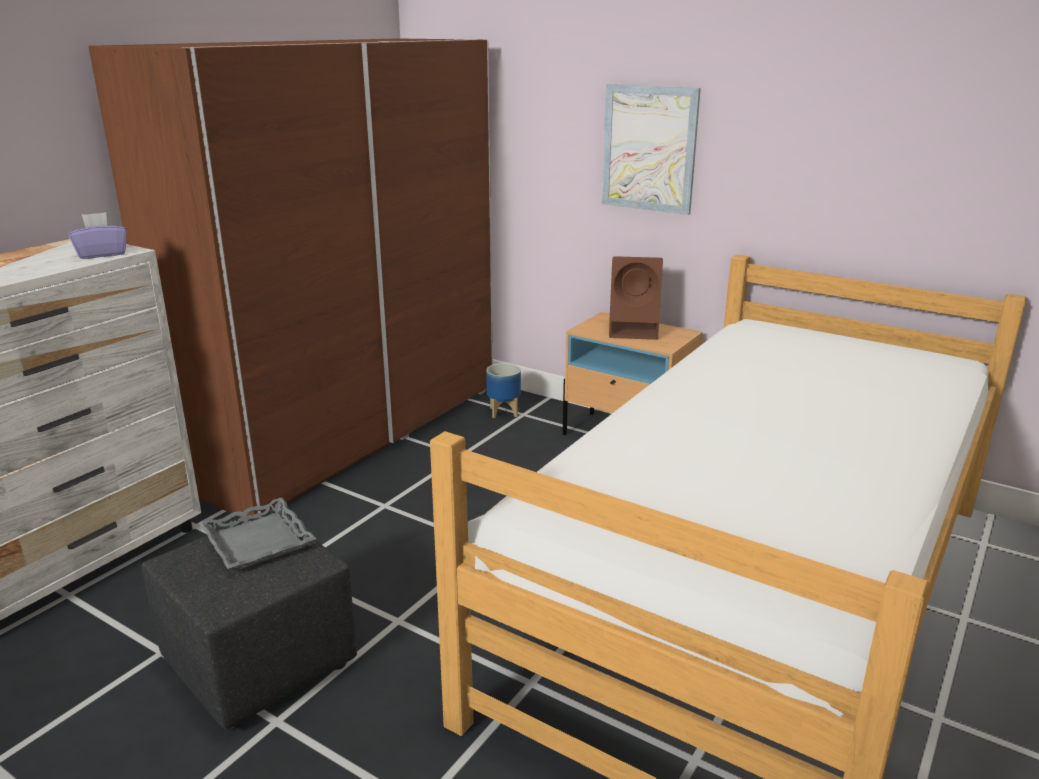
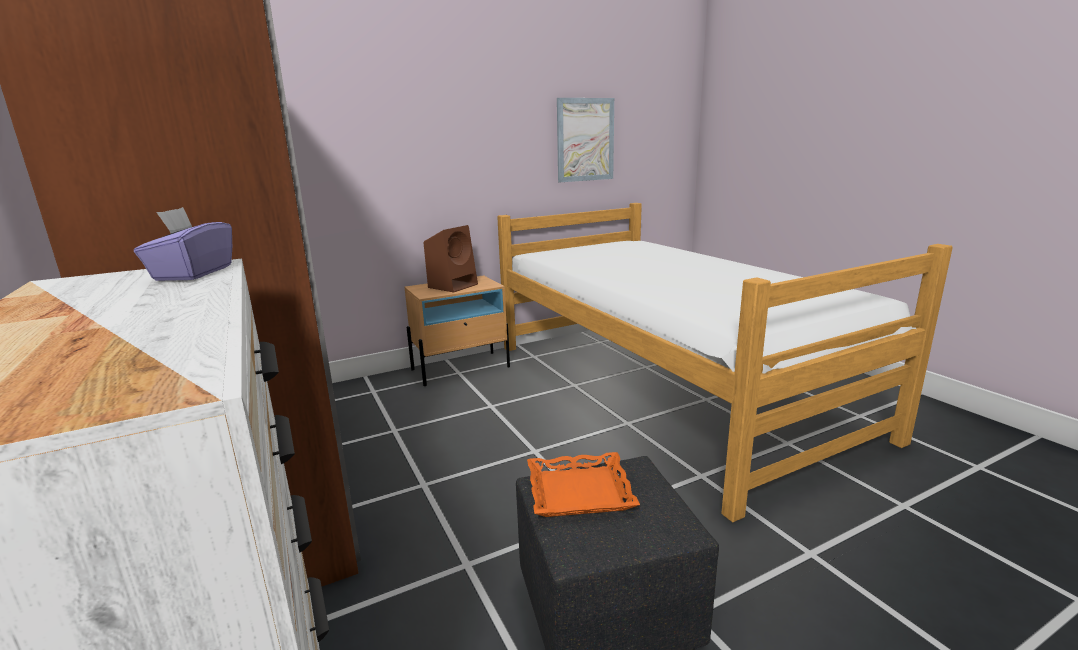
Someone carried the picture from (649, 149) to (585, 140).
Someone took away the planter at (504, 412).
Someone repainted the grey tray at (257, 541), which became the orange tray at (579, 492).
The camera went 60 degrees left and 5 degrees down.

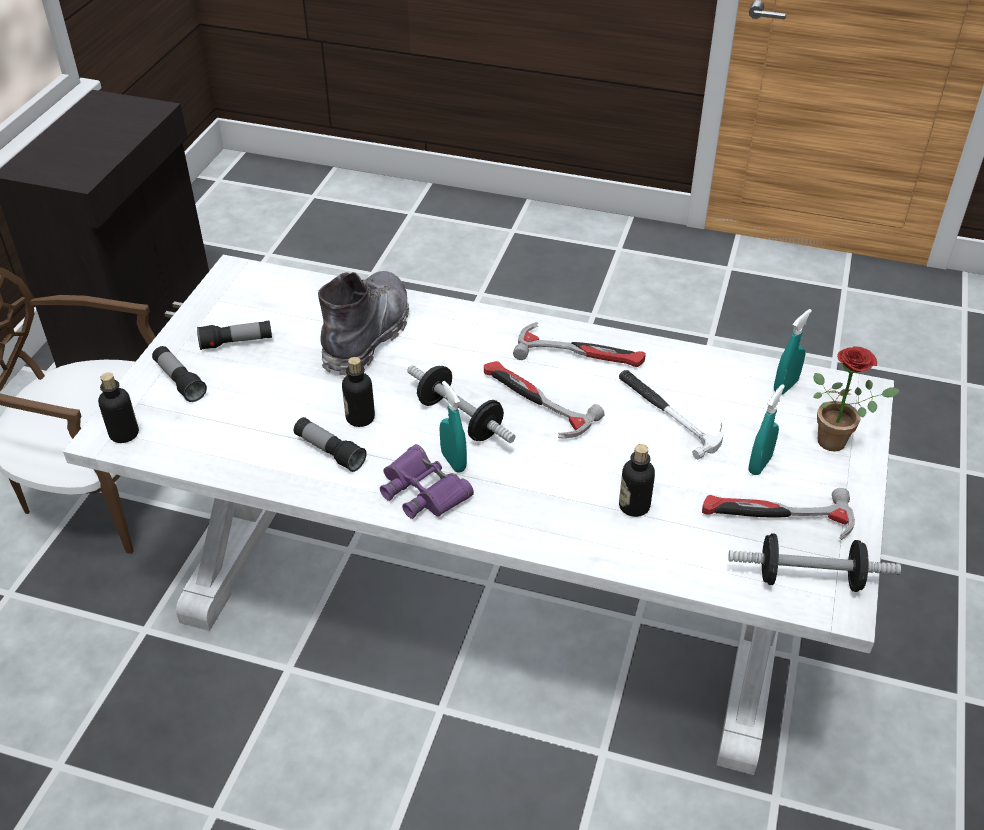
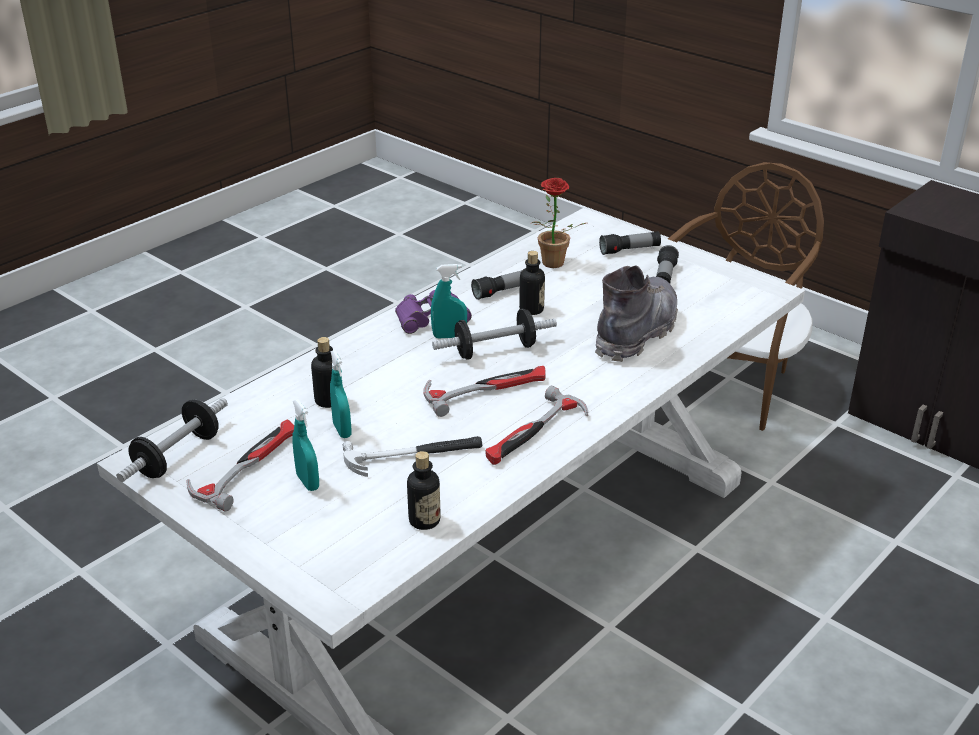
Someone rotated the grey boot at (367, 335) by 105 degrees counterclockwise.
Someone carried the turquoise spray bottle from (785, 386) to (342, 430).
Someone carried the potted plant from (837, 441) to (551, 265).
Someone carried the bottle from (124, 434) to (424, 520).
The camera went 115 degrees right and 10 degrees down.

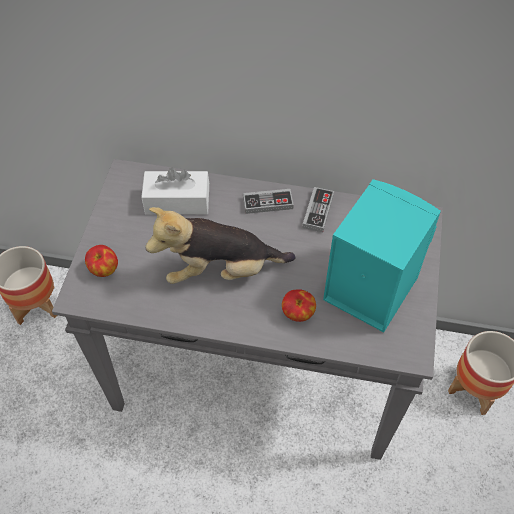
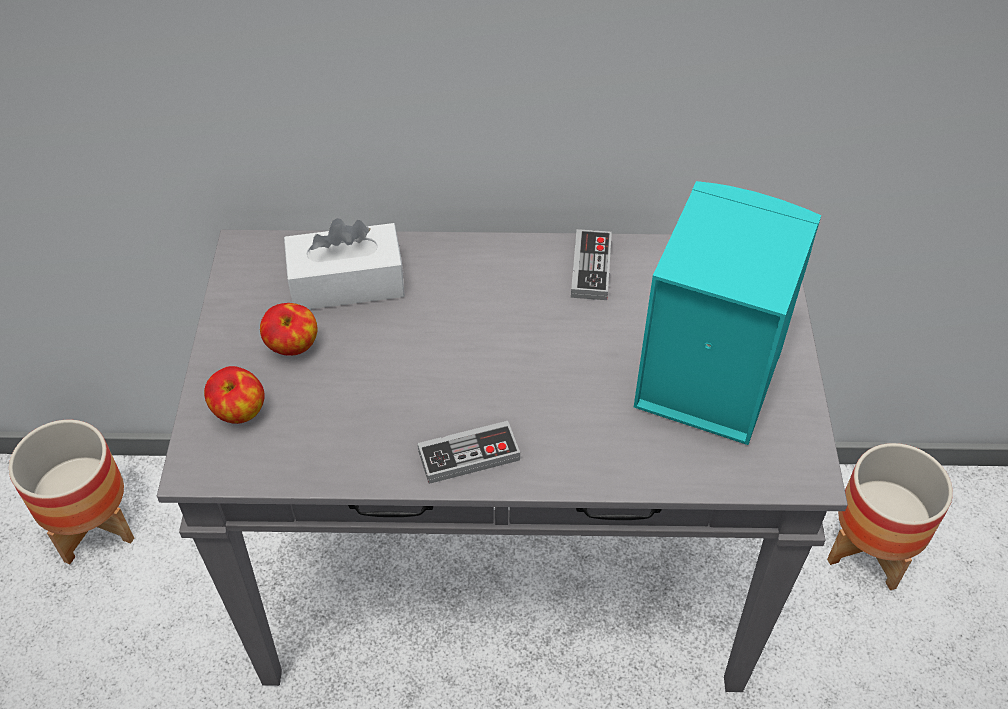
Someone carried the game controller from (268, 203) to (469, 455).
Someone took away the plush toy at (221, 270).
Someone carried the apple from (298, 314) to (292, 347).
The camera went 10 degrees left and 5 degrees down.

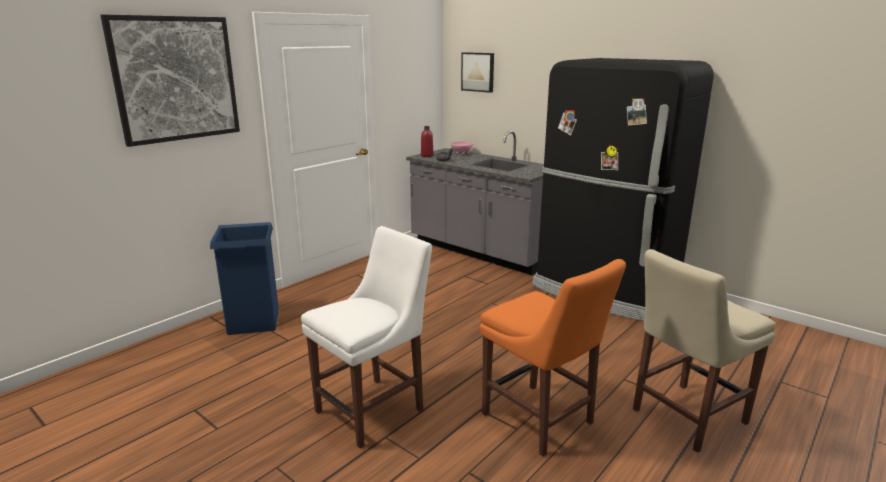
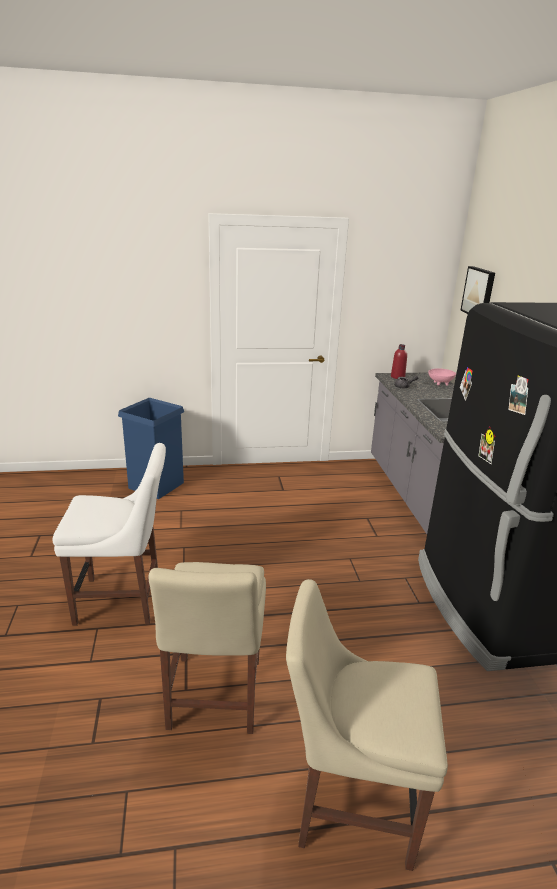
Someone took away the picture at (176, 79).
Someone repainted the orange chair at (541, 421), which became the beige chair at (213, 698).
The camera went 40 degrees right and 5 degrees up.

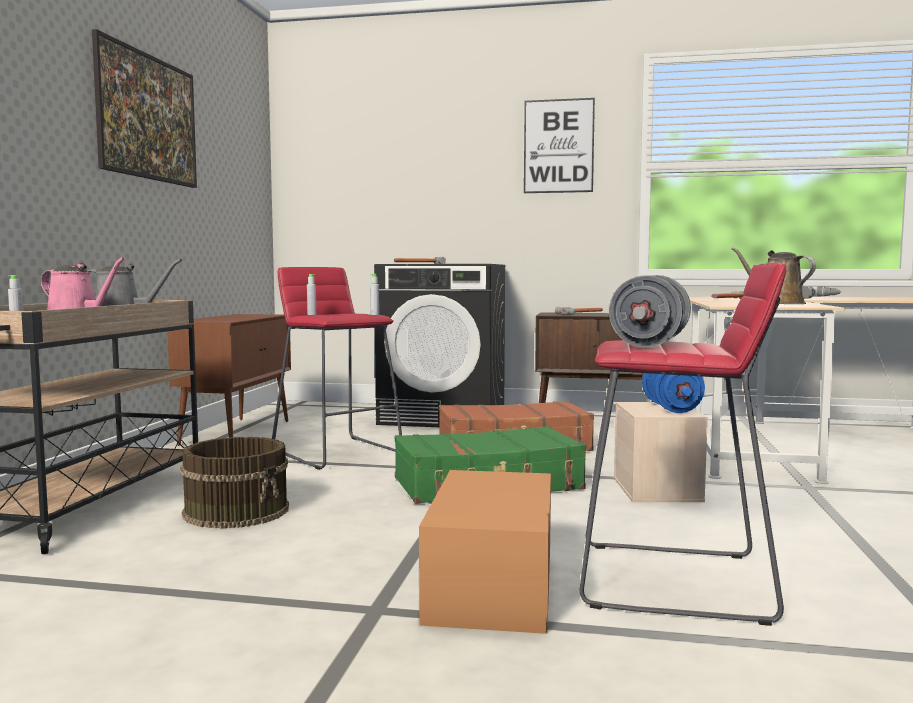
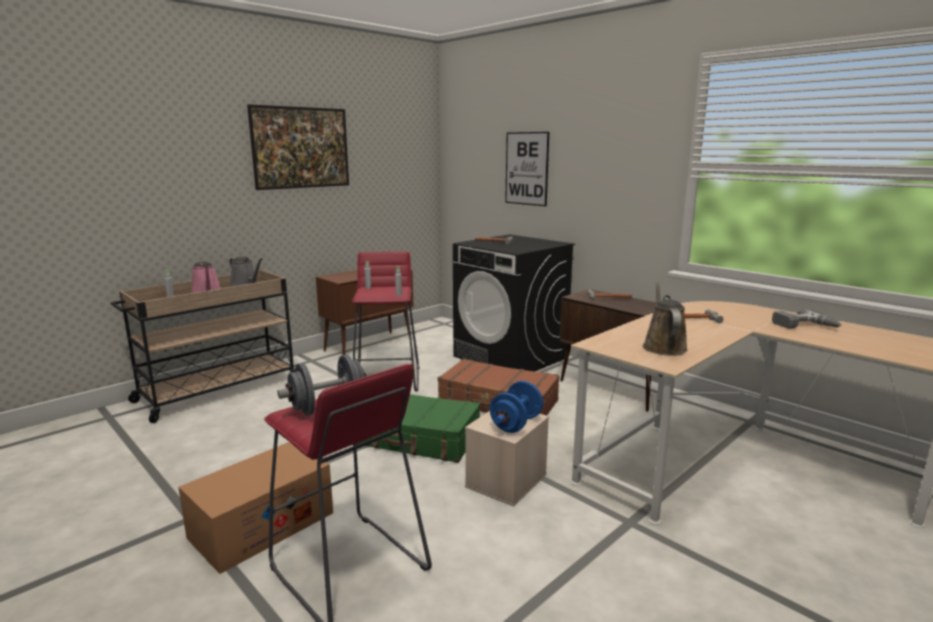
Someone carried the picture from (558, 146) to (526, 168).
Someone took away the brown bucket at (237, 510).
The camera went 35 degrees right and 10 degrees up.

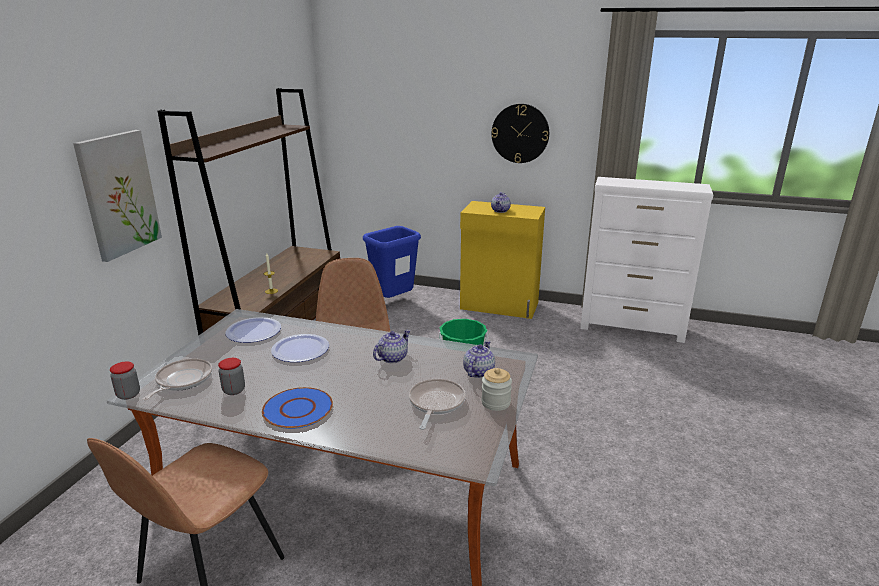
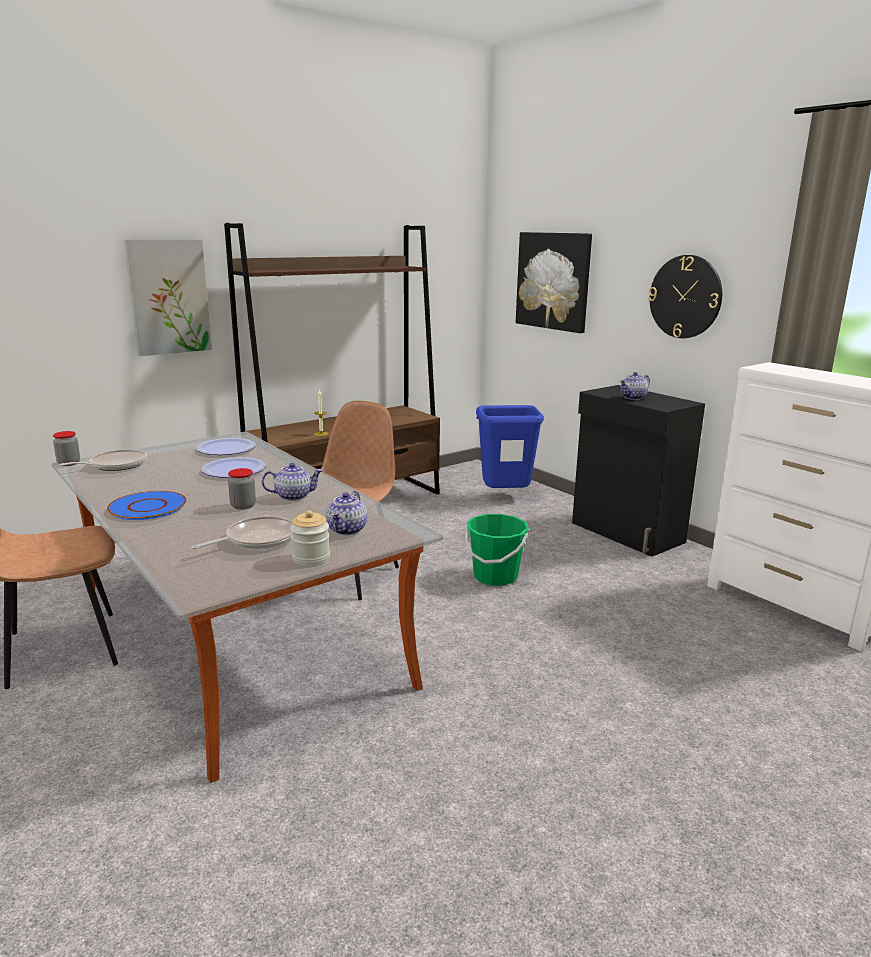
Someone repainted the yellow cabinet at (499, 306), which became the black cabinet at (626, 533).
Someone rotated the teapot at (478, 372) by 135 degrees clockwise.
Someone carried the jar from (234, 390) to (243, 506).
Someone put up the picture at (553, 281).
The camera went 35 degrees right and 5 degrees down.

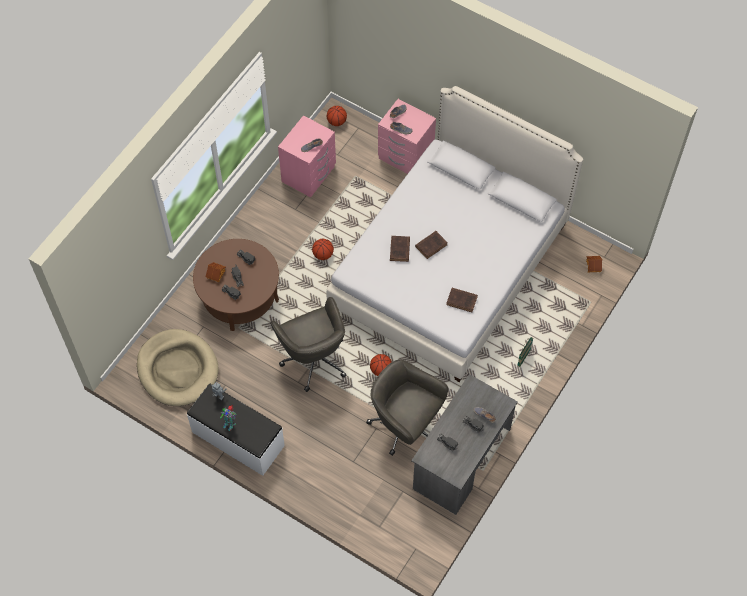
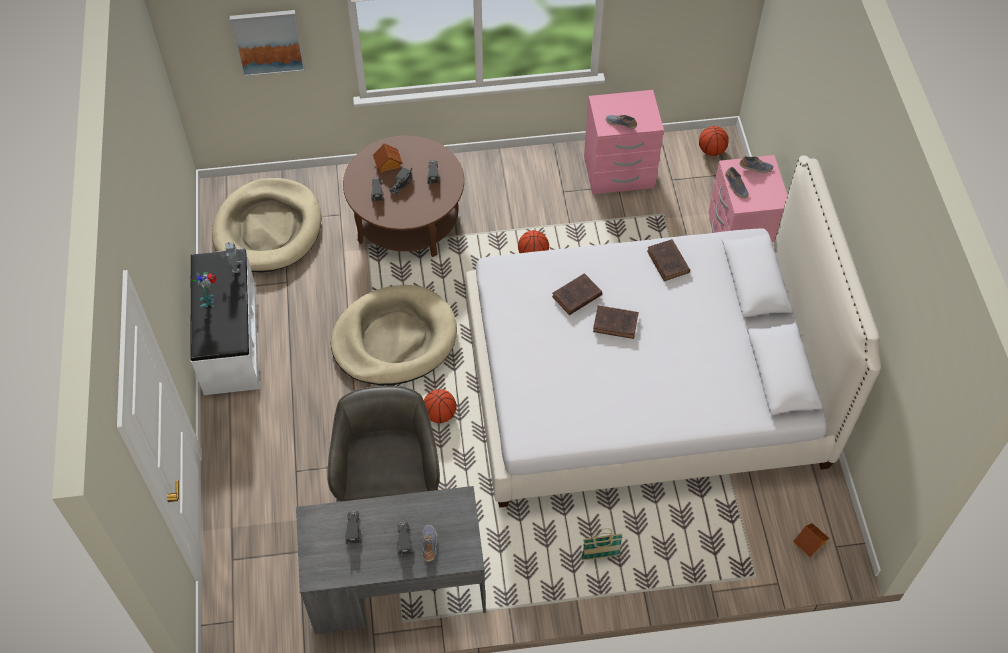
Someone carried the brown book from (462, 301) to (668, 263).
Someone swapped the grey office chair at (314, 358) for the beige dog bed at (394, 339).
Someone put up the picture at (268, 42).
The camera went 50 degrees right and 5 degrees down.

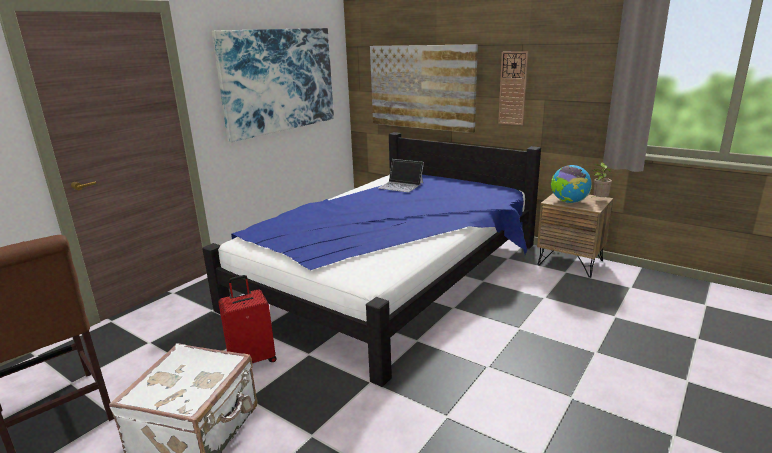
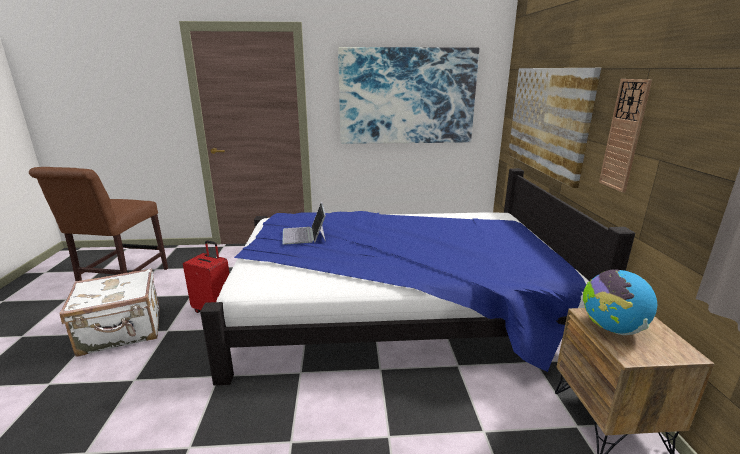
Someone carried the laptop from (401, 185) to (304, 235).
Someone took away the potted plant at (599, 200).
The camera went 50 degrees right and 0 degrees up.

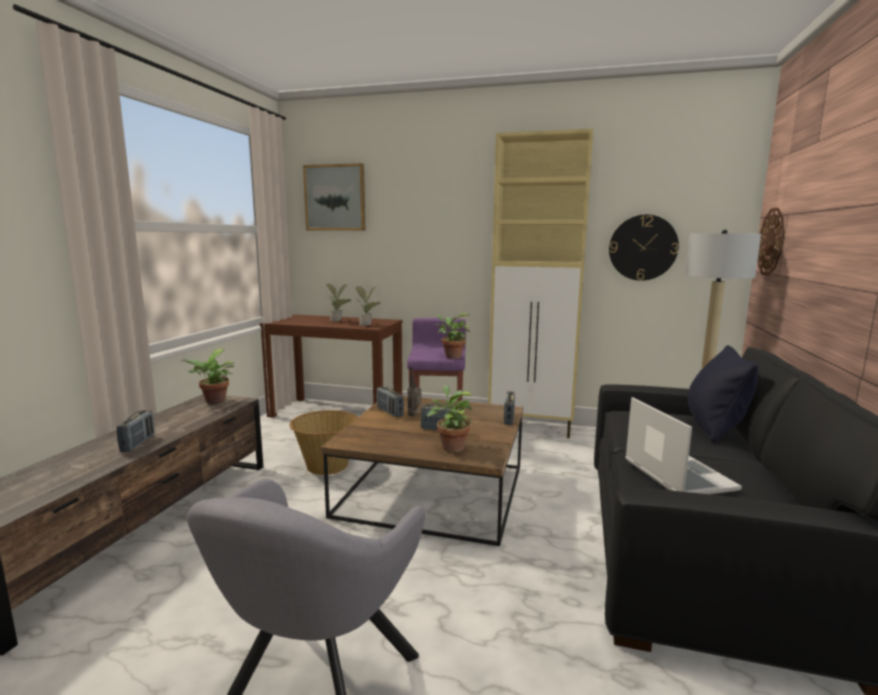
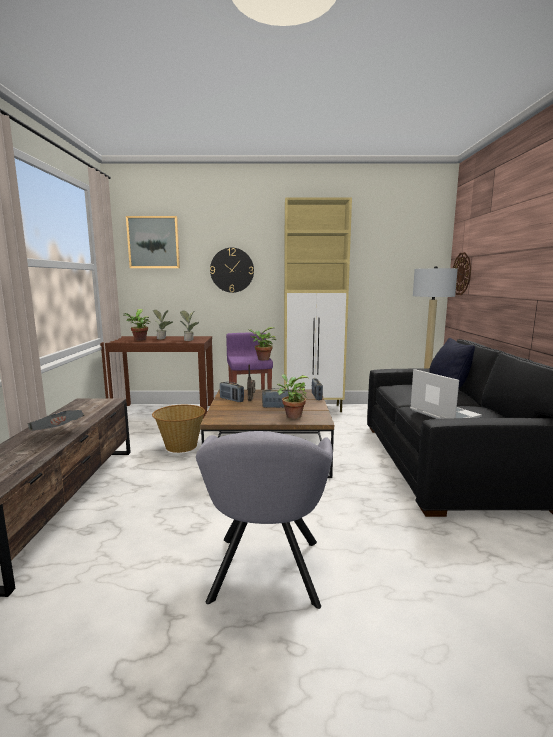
Someone carried the wall clock from (642, 247) to (232, 270).
Someone carried the potted plant from (213, 402) to (139, 340).
Someone swapped the radio at (138, 443) for the newspaper at (58, 434).
The camera went 15 degrees left and 0 degrees up.

